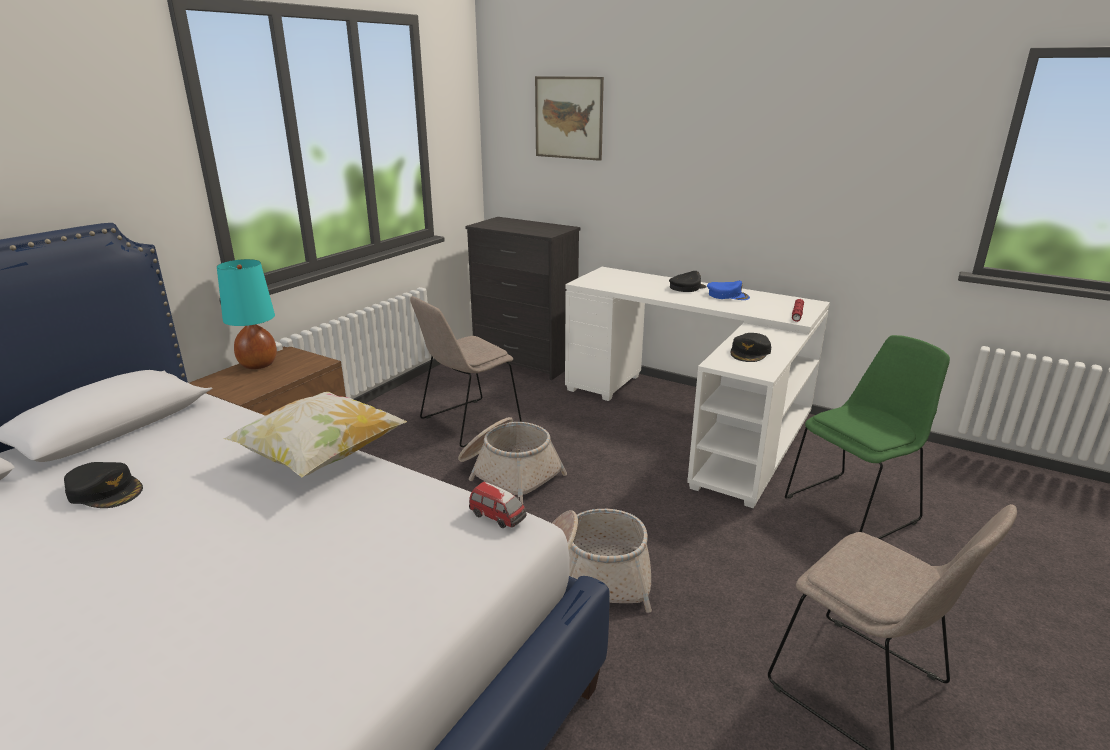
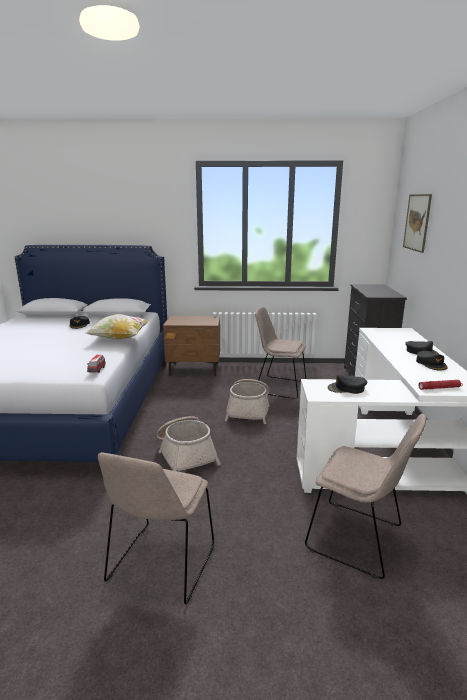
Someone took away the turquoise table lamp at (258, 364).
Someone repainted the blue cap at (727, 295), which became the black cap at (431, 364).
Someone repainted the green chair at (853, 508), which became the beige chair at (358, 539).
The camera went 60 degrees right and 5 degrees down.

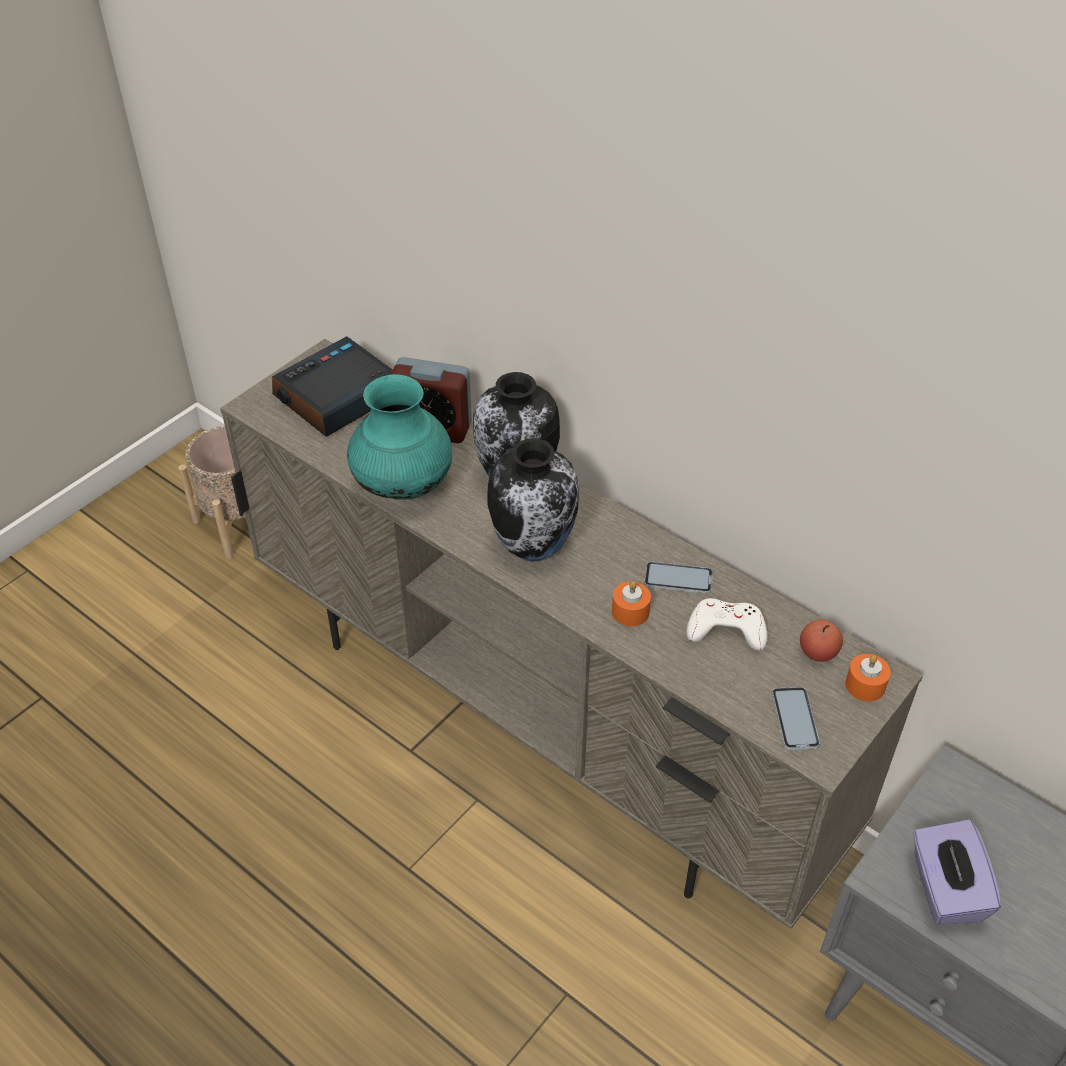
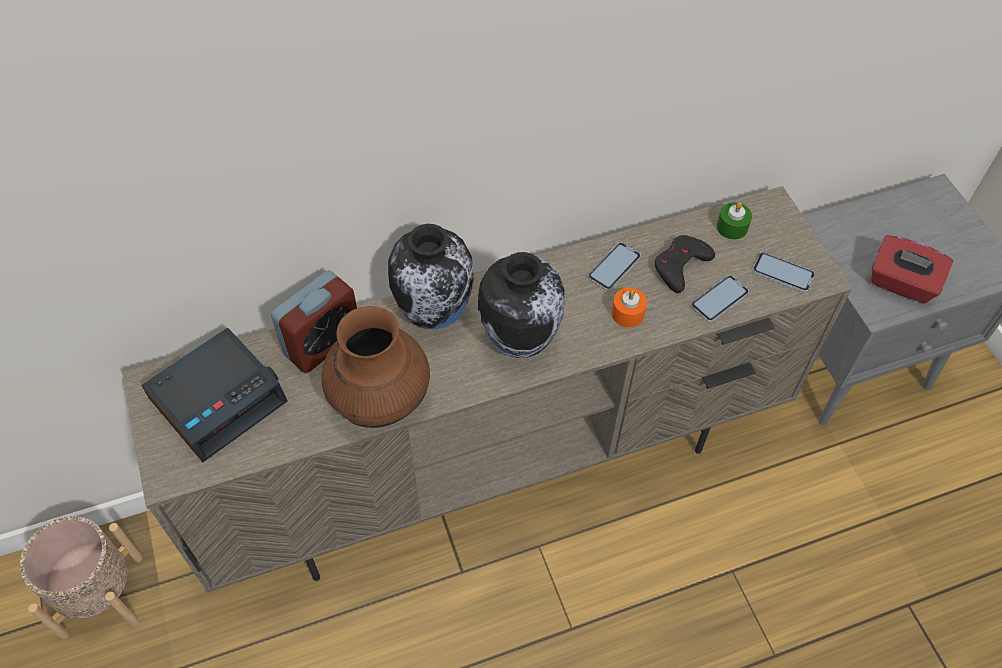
Someone rotated the alarm clock at (336, 398) by 120 degrees counterclockwise.
Someone repainted the turquoise vase at (403, 487), which became the brown vase at (380, 399).
Someone repainted the white game controller at (726, 629), which became the black game controller at (680, 266).
Someone swapped the apple at (818, 652) for the green candle at (732, 227).
Someone took away the orange candle at (865, 685).
Someone repainted the purple tissue box at (945, 889), which became the red tissue box at (901, 283).
Someone put down the phone at (719, 299).
The camera went 60 degrees left and 10 degrees up.

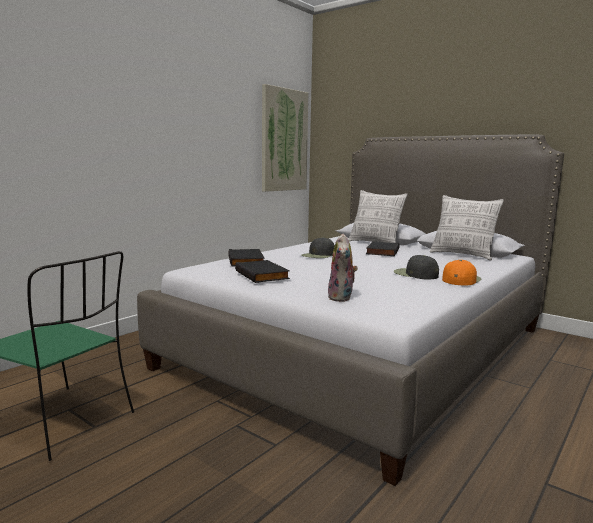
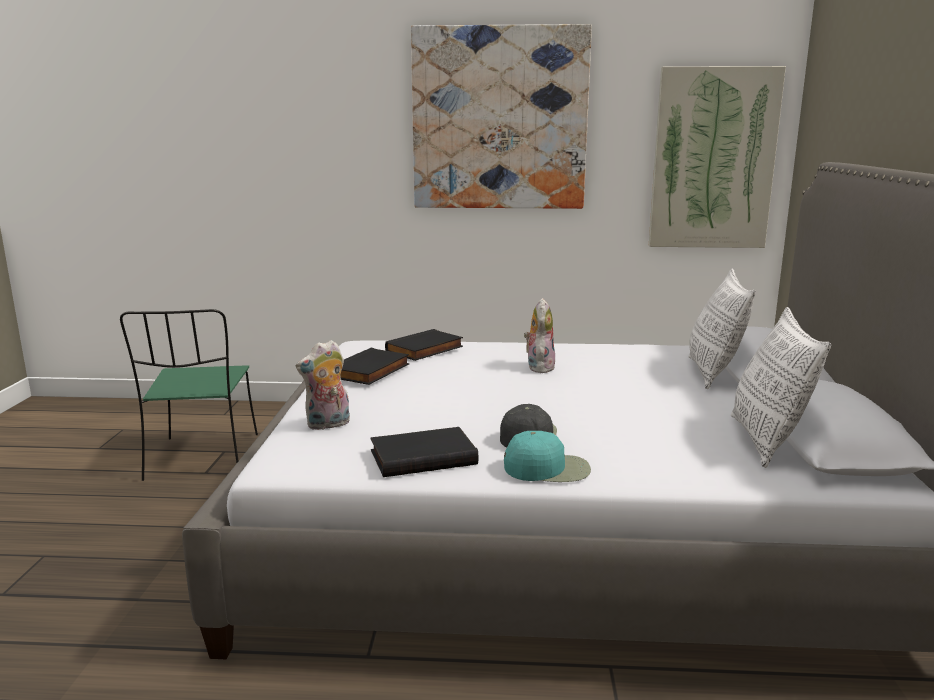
Someone swapped the black cap at (318, 255) for the plush toy at (539, 367).
Someone carried the black book from (381, 251) to (423, 456).
Someone repainted the orange cap at (461, 279), which became the turquoise cap at (548, 468).
Someone put up the picture at (499, 119).
The camera went 55 degrees right and 5 degrees up.

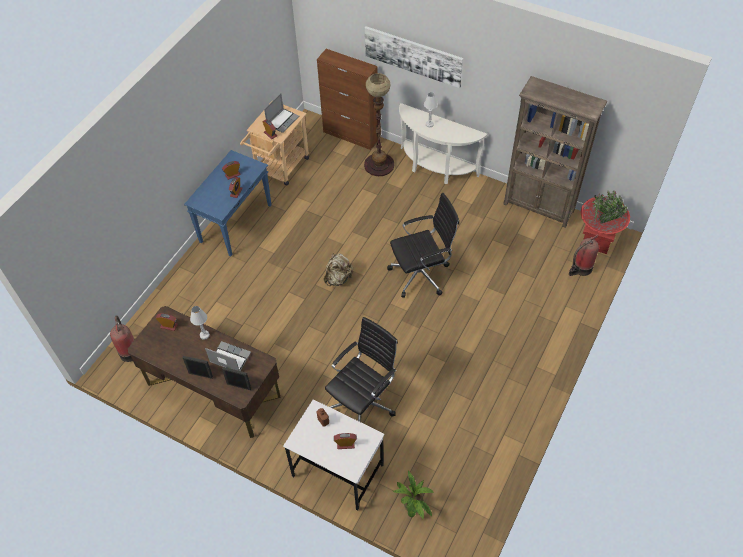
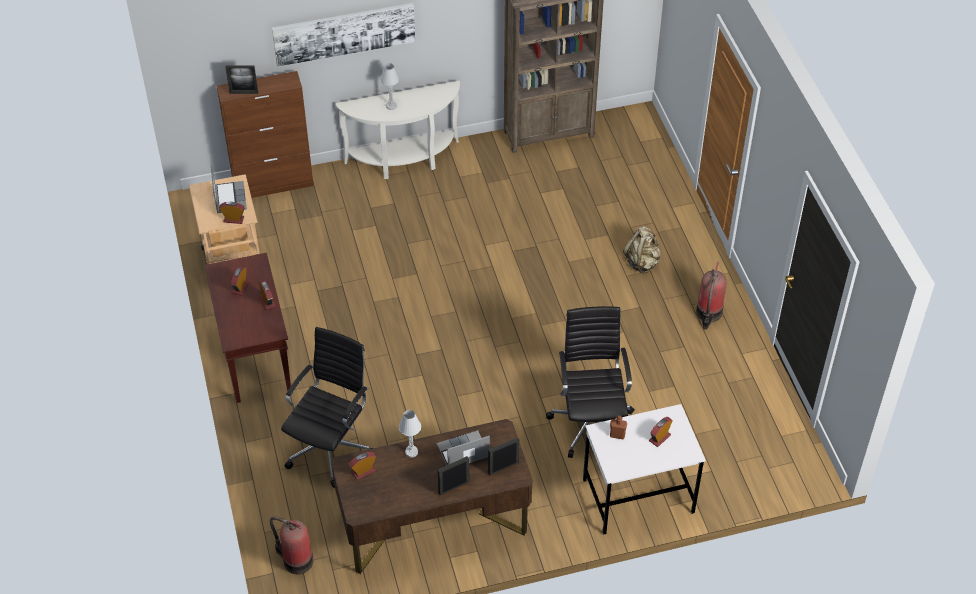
Someone took away the floor lamp at (379, 165).
Someone repainted the blue console table at (236, 223), which became the brown console table at (254, 355).
Someone took away the red planter at (596, 240).
Someone carried the black office chair from (421, 274) to (331, 447).
Someone carried the fire extinguisher from (581, 268) to (708, 314).
Someone carried the beige backpack from (338, 278) to (642, 262).
Someone took away the potted plant at (413, 507).
Someone put down the picture frame at (244, 93).
The camera went 45 degrees left and 5 degrees down.

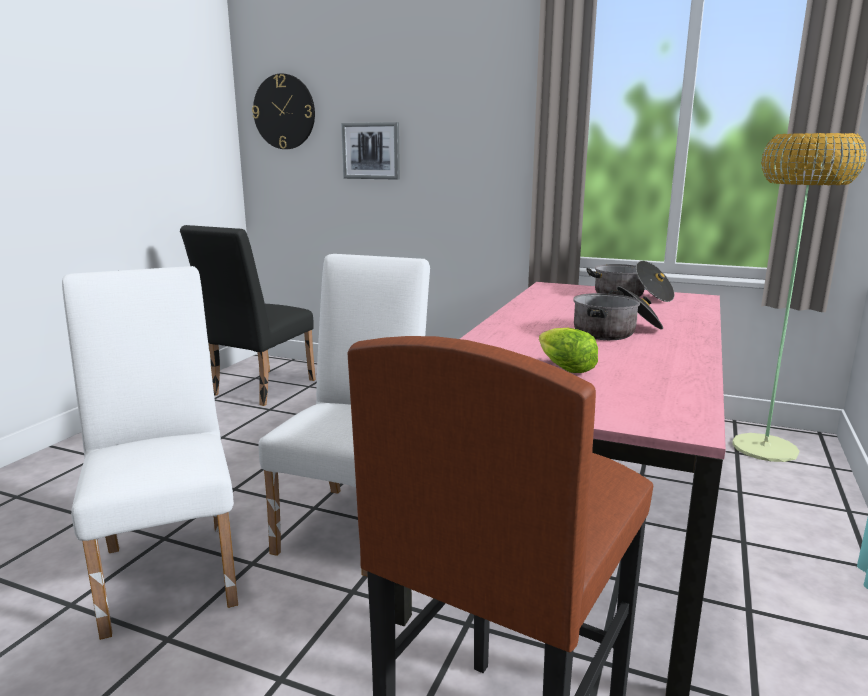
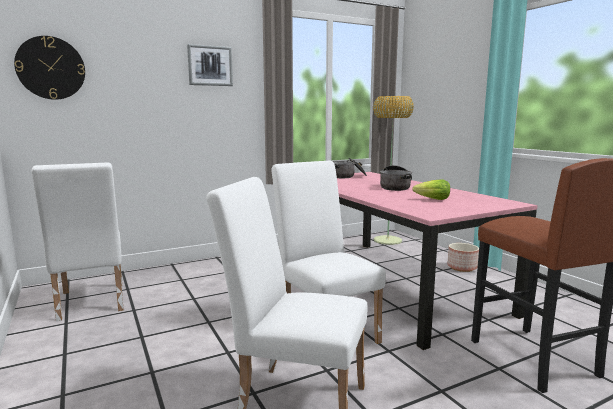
Someone carried the picture from (371, 151) to (210, 65).
Someone repainted the black chair at (258, 389), which became the white chair at (91, 304).
Someone put down the planter at (462, 267).
The camera went 50 degrees left and 5 degrees down.

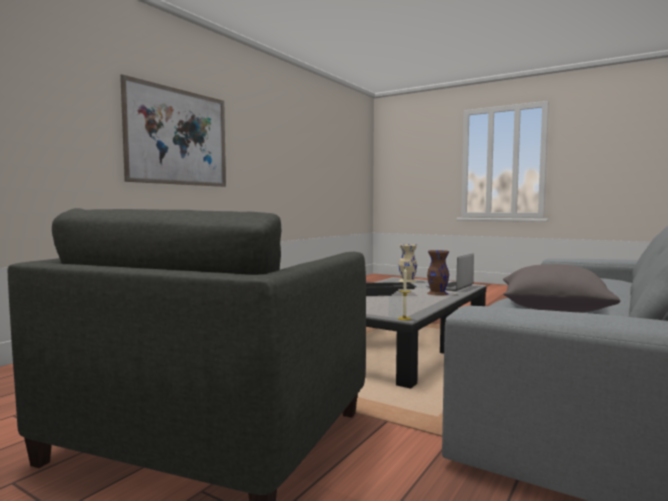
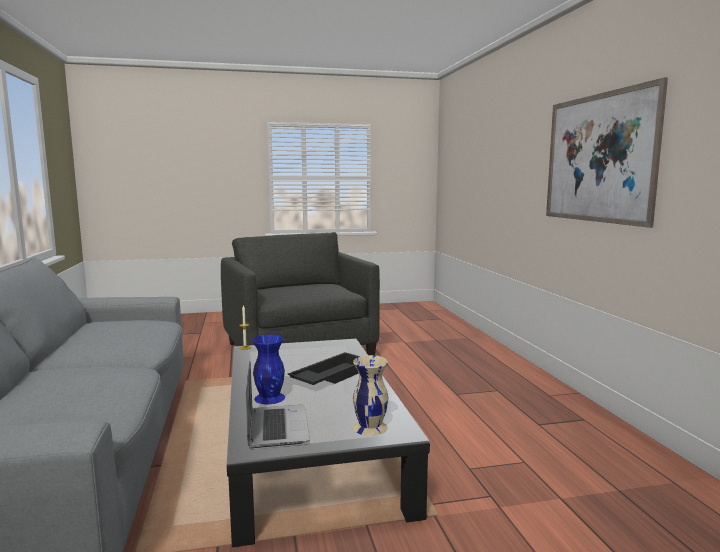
Someone repainted the brown vase at (437, 293), which became the blue vase at (269, 397).
Someone took away the grey pillow at (553, 309).
The camera went 135 degrees right and 5 degrees up.

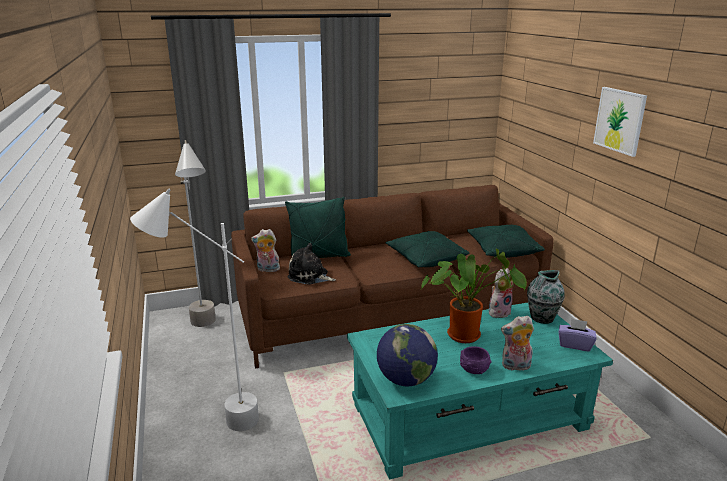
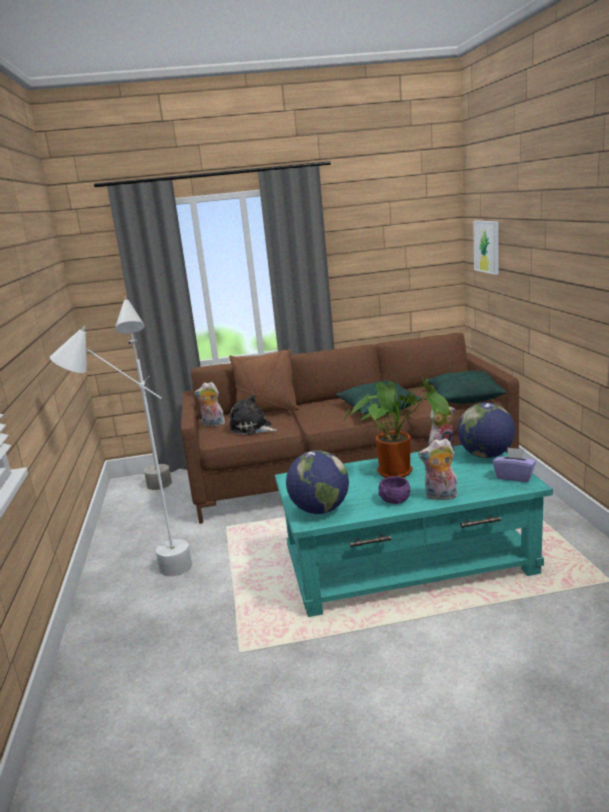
Someone carried the picture from (620, 120) to (487, 246).
Someone repainted the green pillow at (319, 257), which became the brown pillow at (267, 412).
Someone swapped the vase at (541, 318) for the globe at (486, 455).
The camera went 10 degrees right and 5 degrees down.

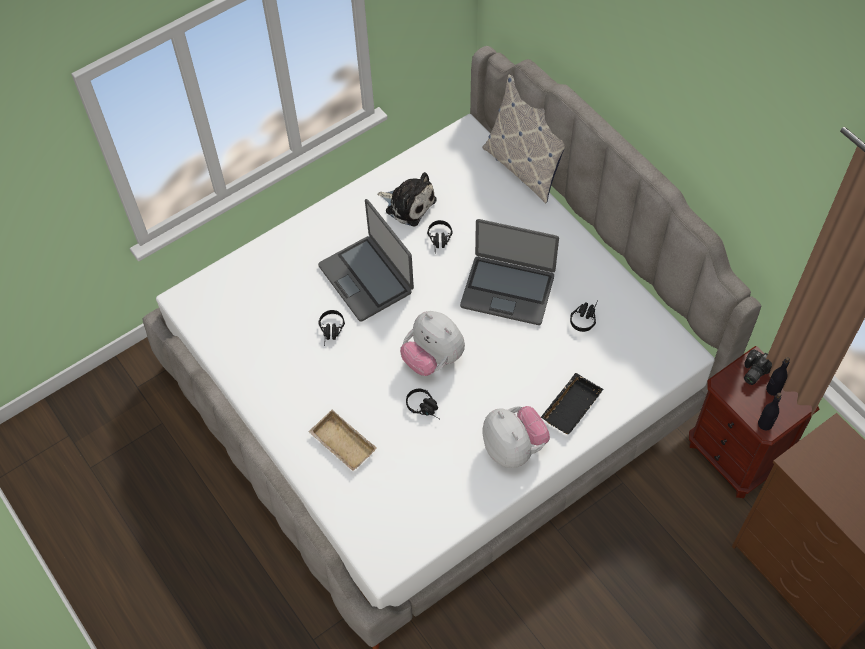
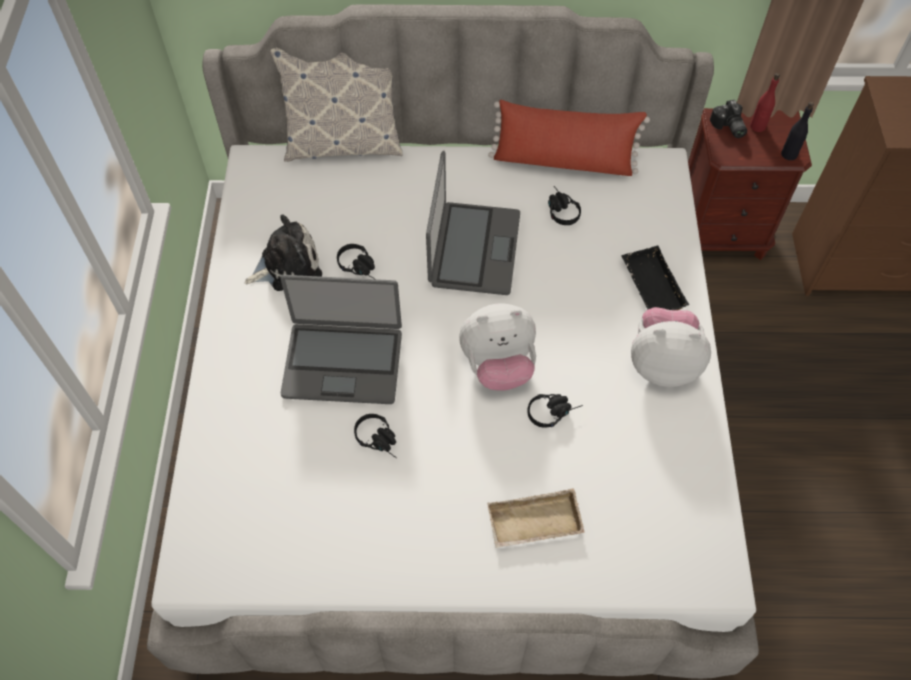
Someone rotated the laptop at (508, 290) by 45 degrees counterclockwise.
Someone repainted the black bottle at (773, 389), which became the red bottle at (757, 126).
Someone put down the red pillow at (563, 161).
The camera went 55 degrees left and 0 degrees up.

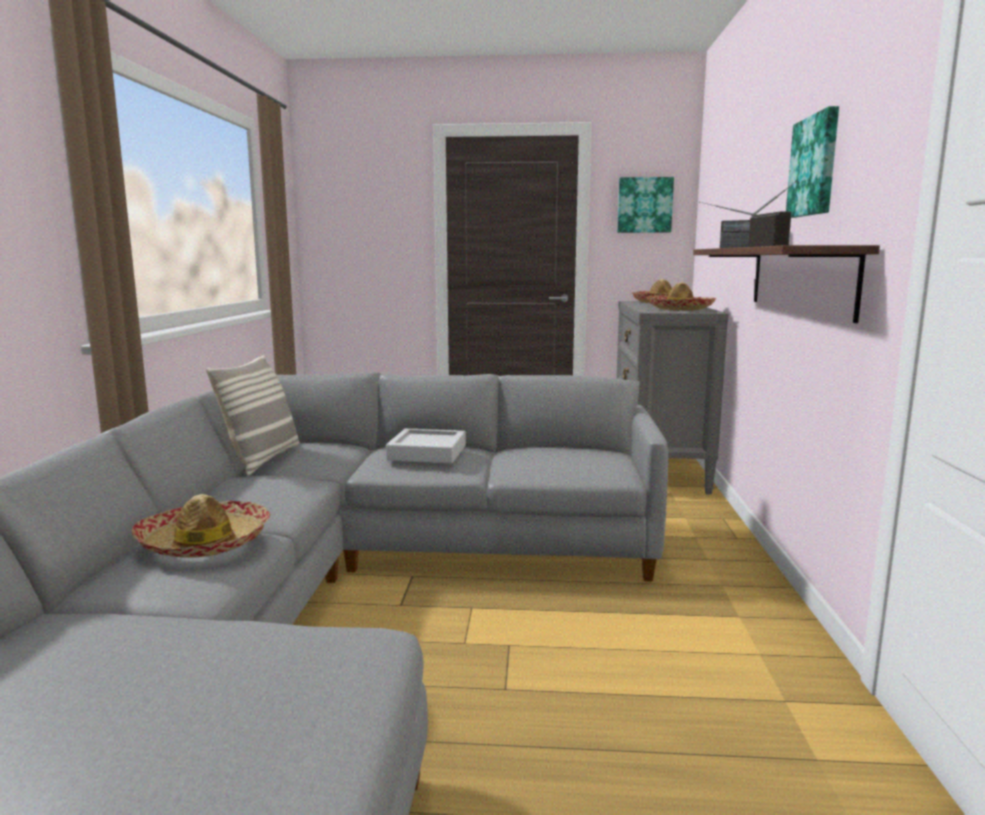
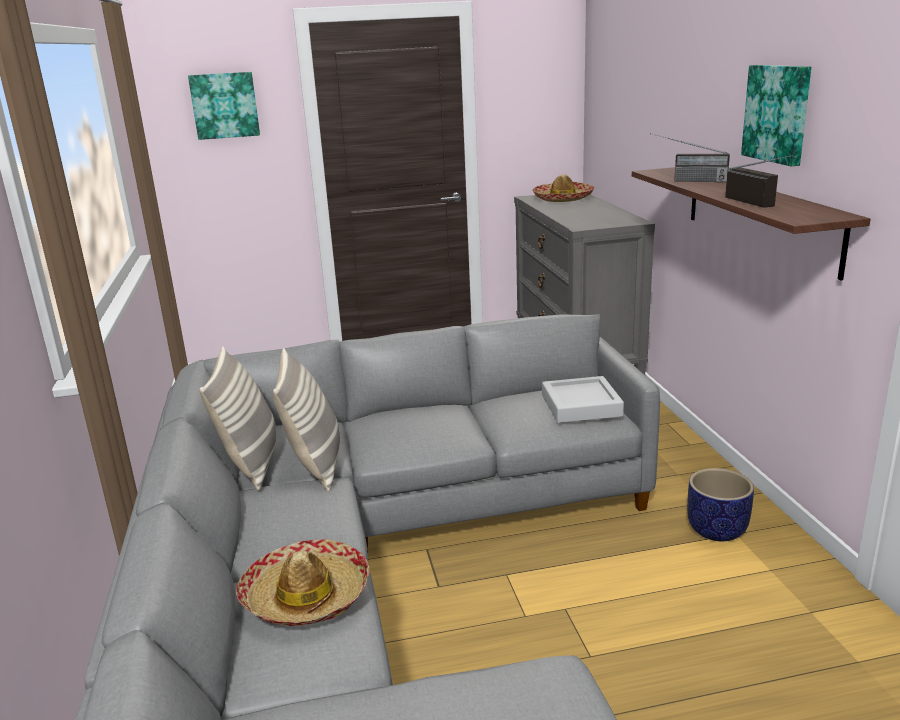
Someone carried the picture from (644, 205) to (225, 105).
Someone took away the hat at (680, 309).
Someone carried the grey tray from (427, 453) to (581, 406).
Someone put down the pillow at (315, 464).
Someone put down the planter at (717, 530).
The camera went 15 degrees left and 10 degrees up.

